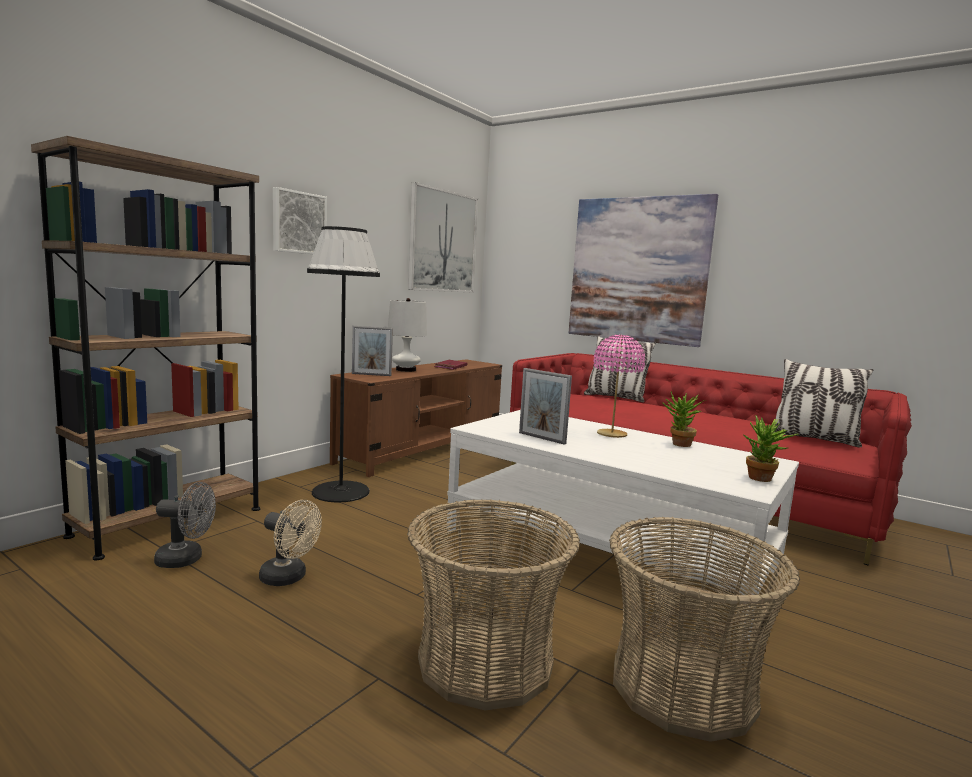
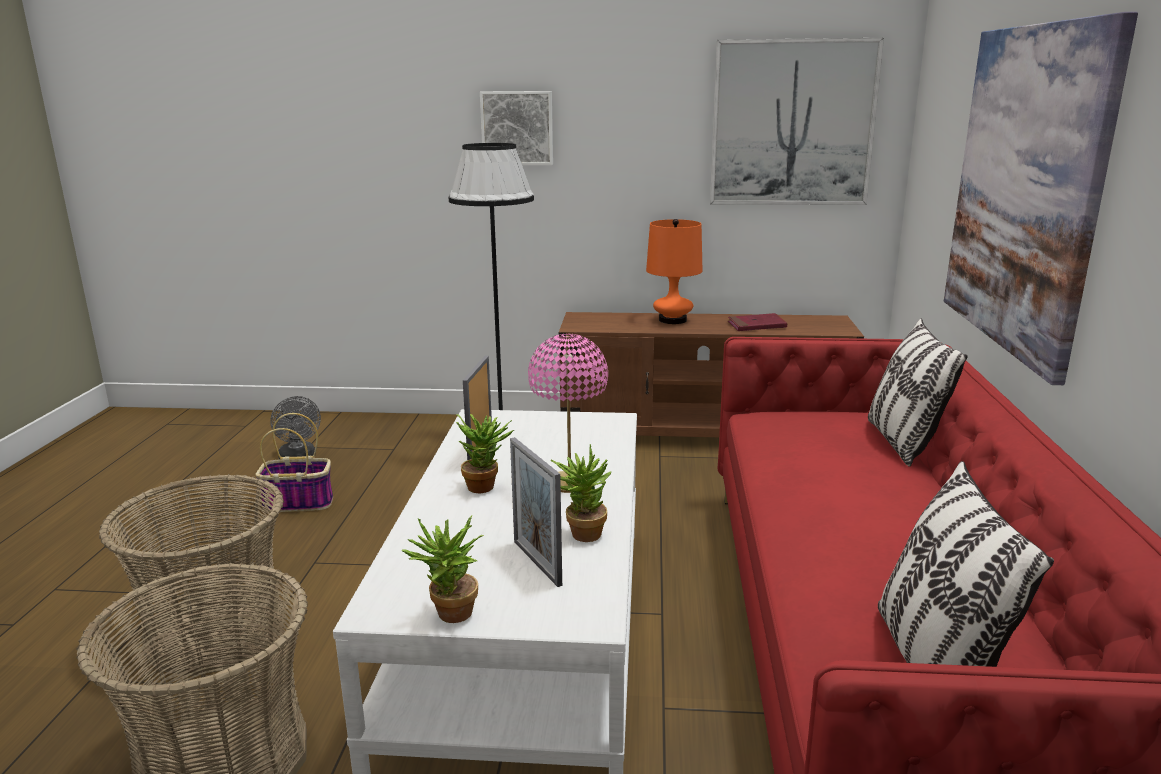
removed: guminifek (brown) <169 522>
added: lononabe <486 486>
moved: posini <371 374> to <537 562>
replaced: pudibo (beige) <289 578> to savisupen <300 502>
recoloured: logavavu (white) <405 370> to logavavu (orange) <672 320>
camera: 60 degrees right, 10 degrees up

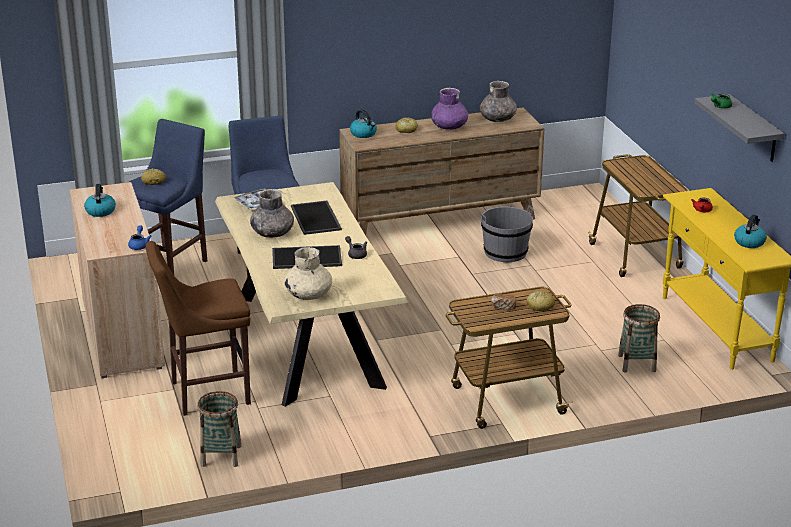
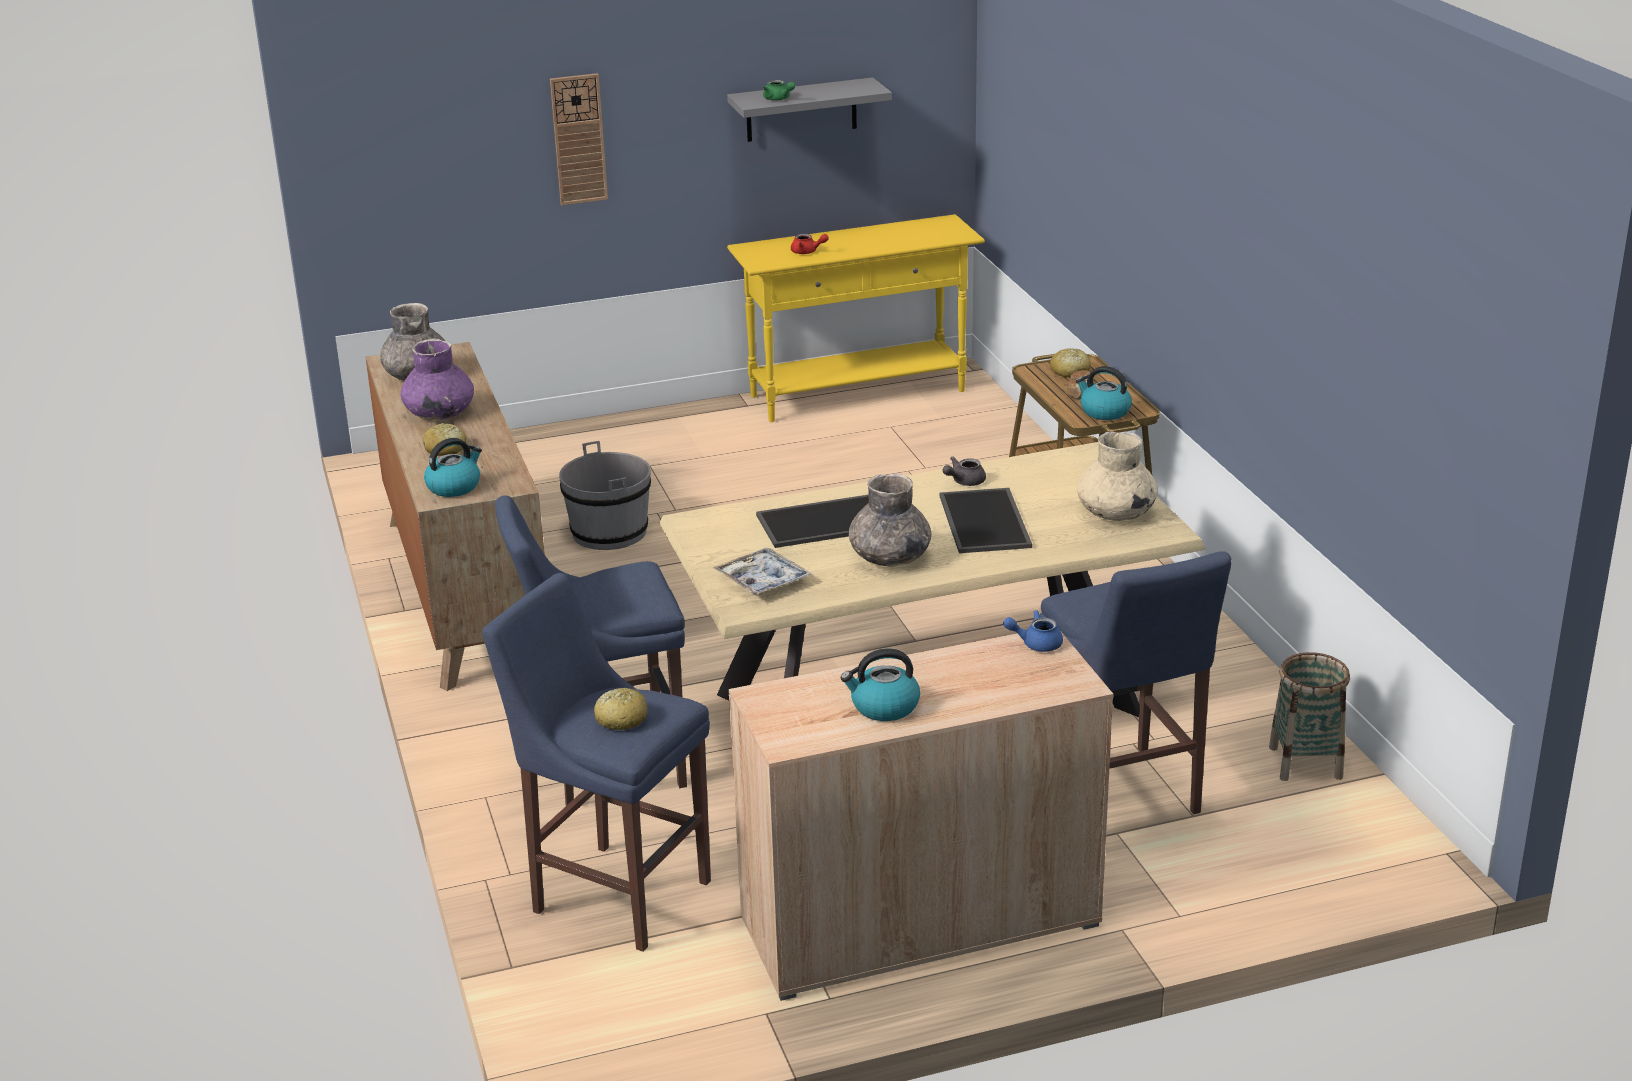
removed: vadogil <635 257>; savisupen <637 363>
added: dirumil <578 139>
moved: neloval <749 242> to <1104 411>
recoloured: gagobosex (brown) <205 393> to gagobosex (blue) <1122 796>
camera: 90 degrees left, 0 degrees up

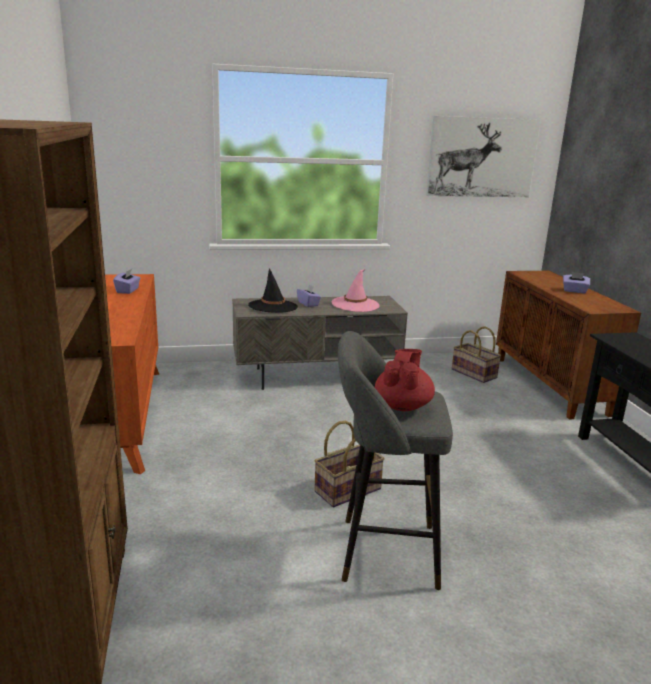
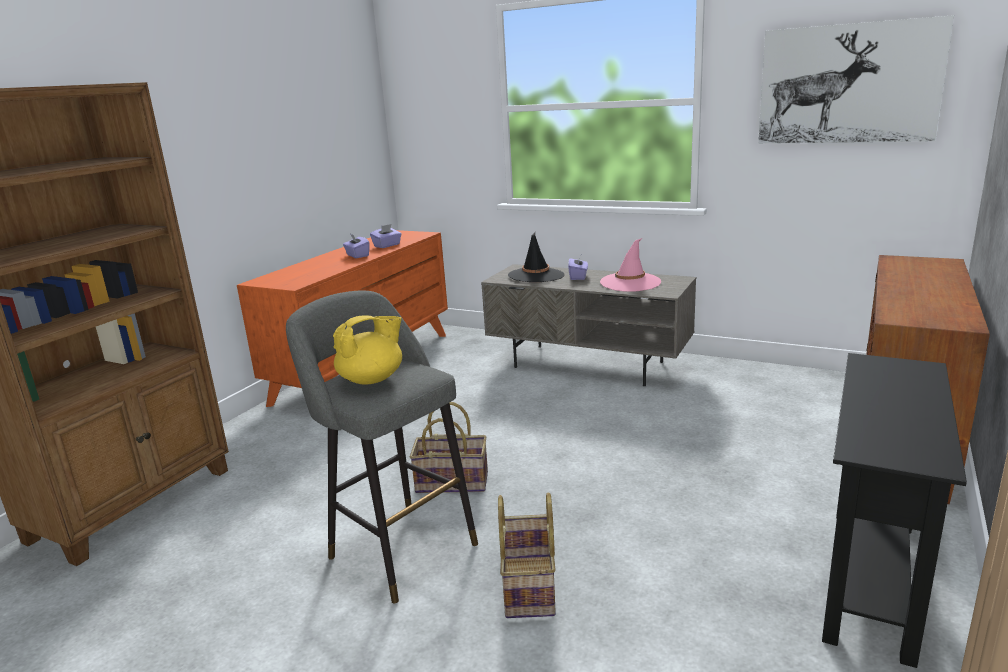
moved: savisupen <474 373> to <530 586>; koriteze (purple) <574 291> to <357 255>
recoloured: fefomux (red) <402 406> to fefomux (yellow) <372 379>
camera: 40 degrees right, 0 degrees up

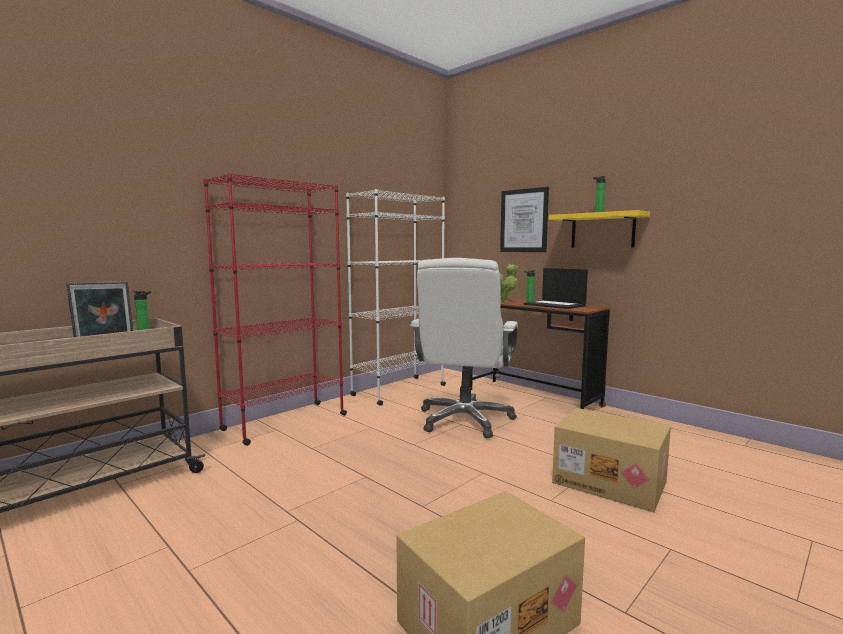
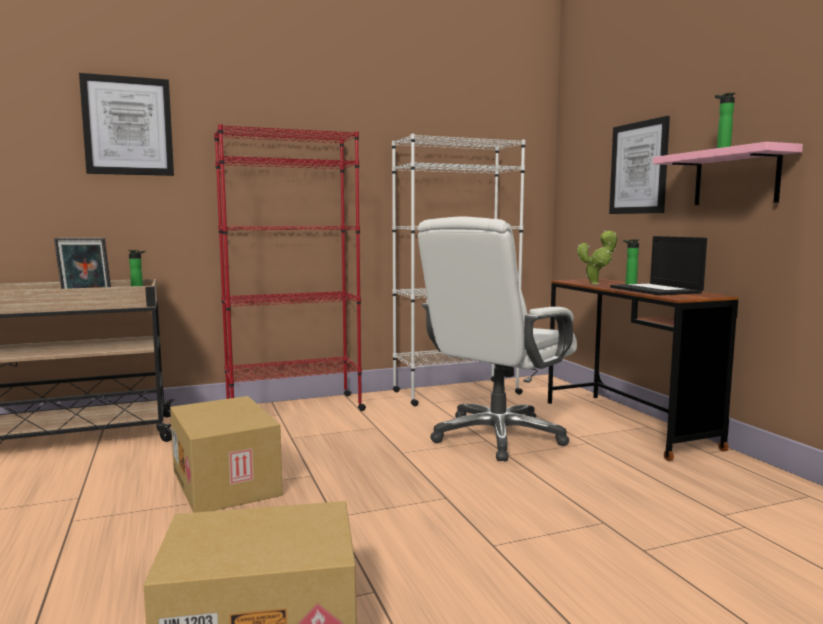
added: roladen <128 126>
moved: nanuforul <610 482> to <228 483>
recoloured: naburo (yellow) <602 230> to naburo (pink) <736 178>
camera: 25 degrees right, 0 degrees up

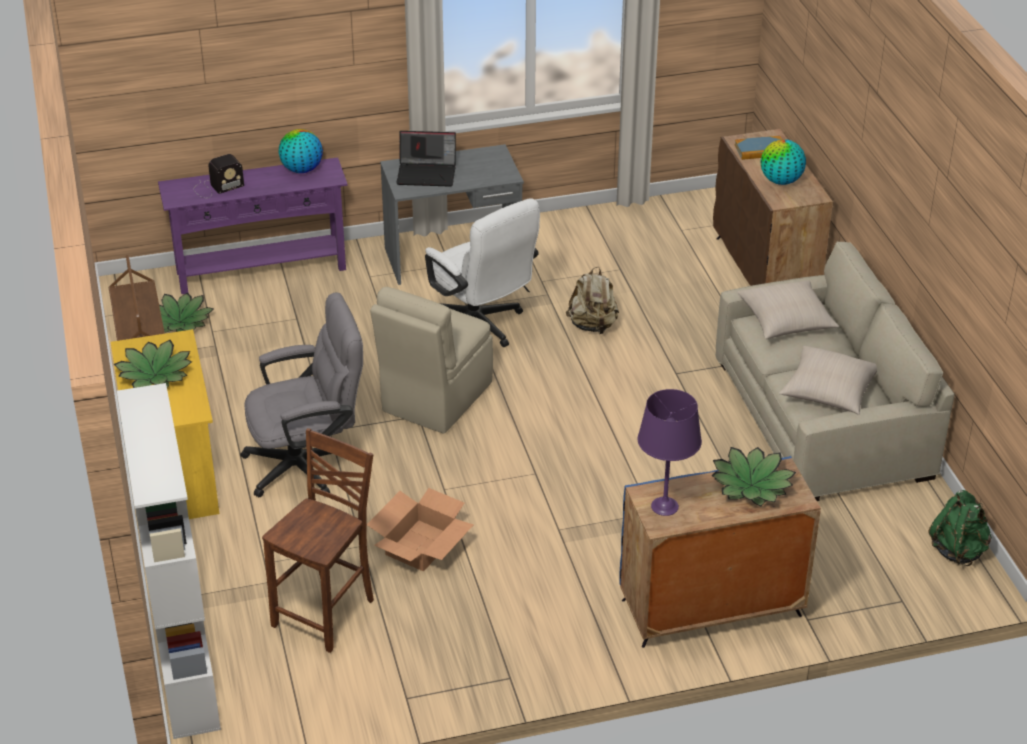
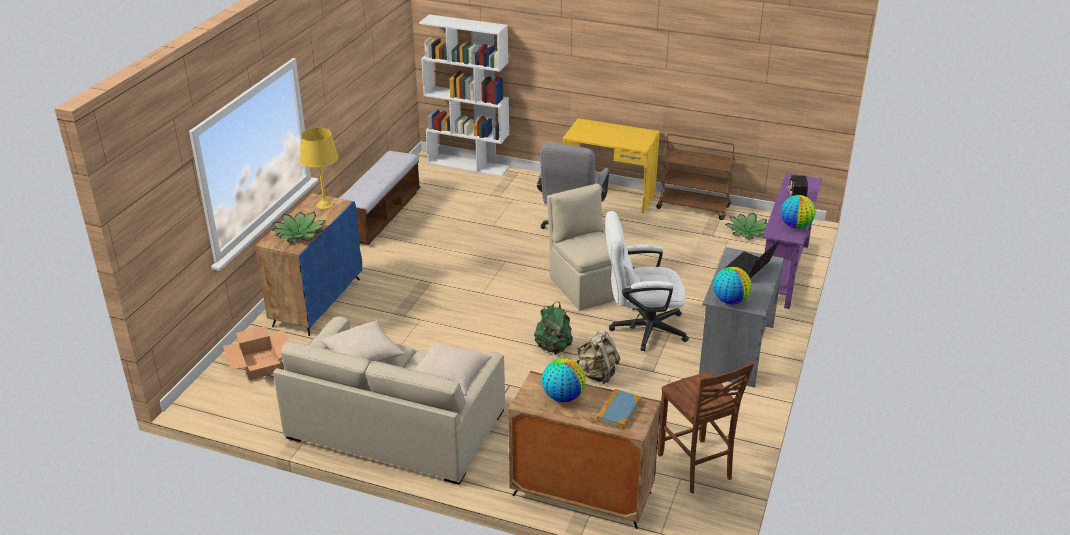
removed: lononabe <155 375>
added: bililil <380 215>; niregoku <730 301>
moved: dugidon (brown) <327 613> to <695 467>; nanuforul <421 545> to <260 364>; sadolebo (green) <958 550> to <553 347>
recoloured: logavavu (purple) <665 506> to logavavu (yellow) <324 205>
camera: 125 degrees right, 5 degrees down

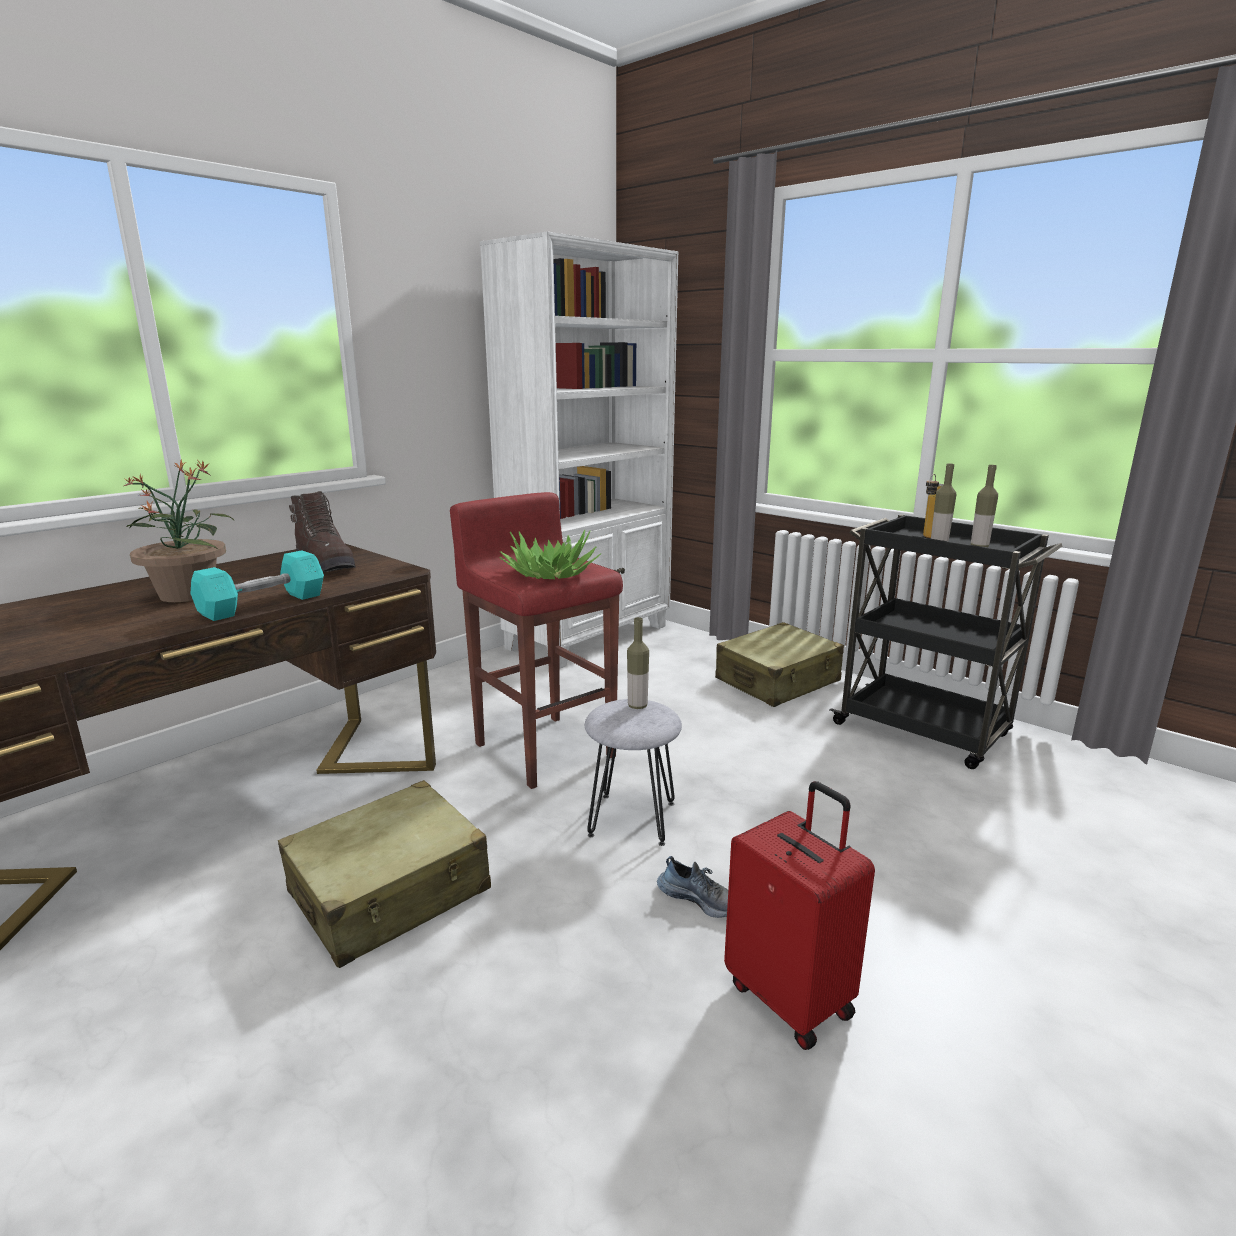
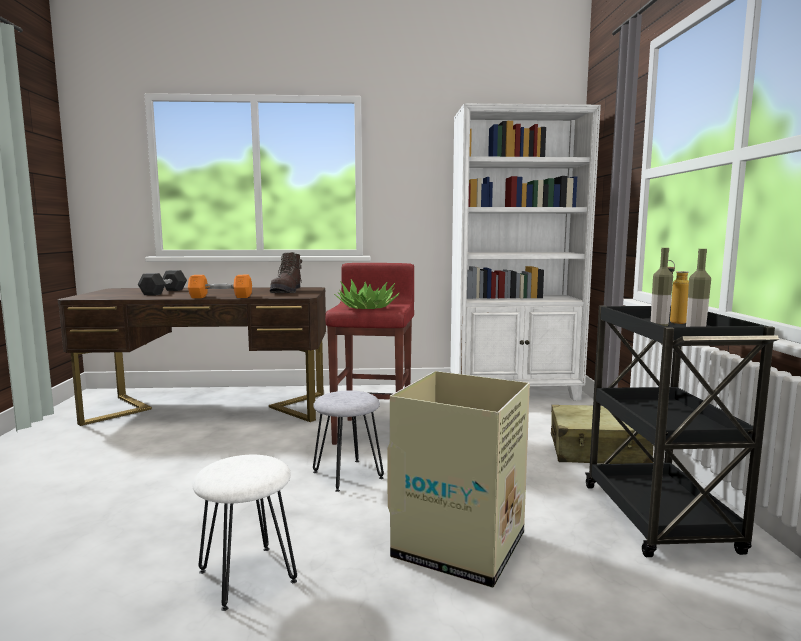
removed: lononabe <188 594>; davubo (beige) <390 892>; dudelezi <637 706>; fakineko <699 898>
added: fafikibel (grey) <164 292>; nanuforul <461 545>
replaced: davubo (red) <791 997> to gagobosex (white) <247 577>
recoloured: fafikibel (turquoise) <263 605> to fafikibel (orange) <221 297>
camera: 45 degrees right, 10 degrees down

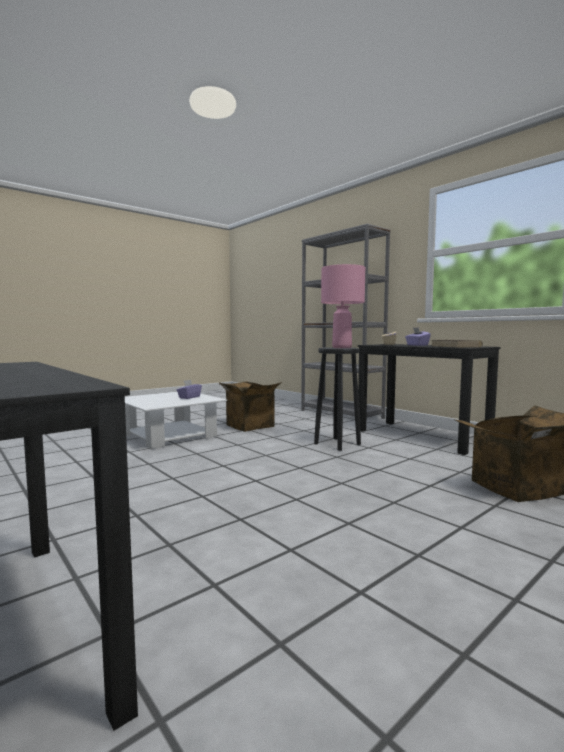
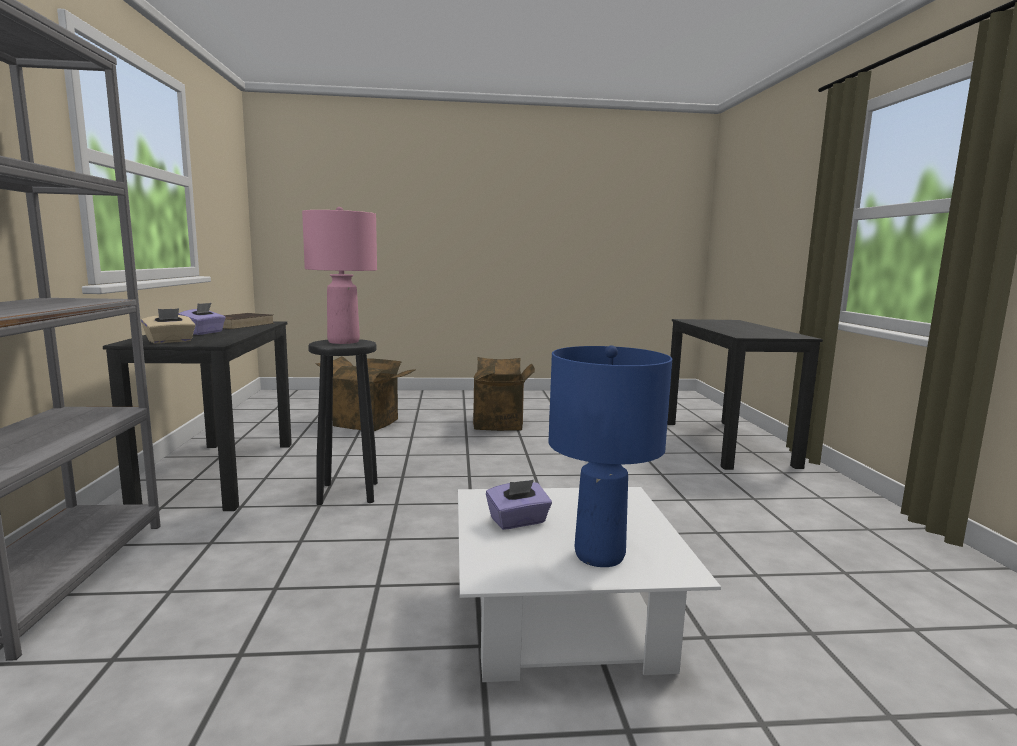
added: logavavu (blue) <599 556>
moved: nanuforul <247 426> to <501 424>
camera: 145 degrees left, 5 degrees up

